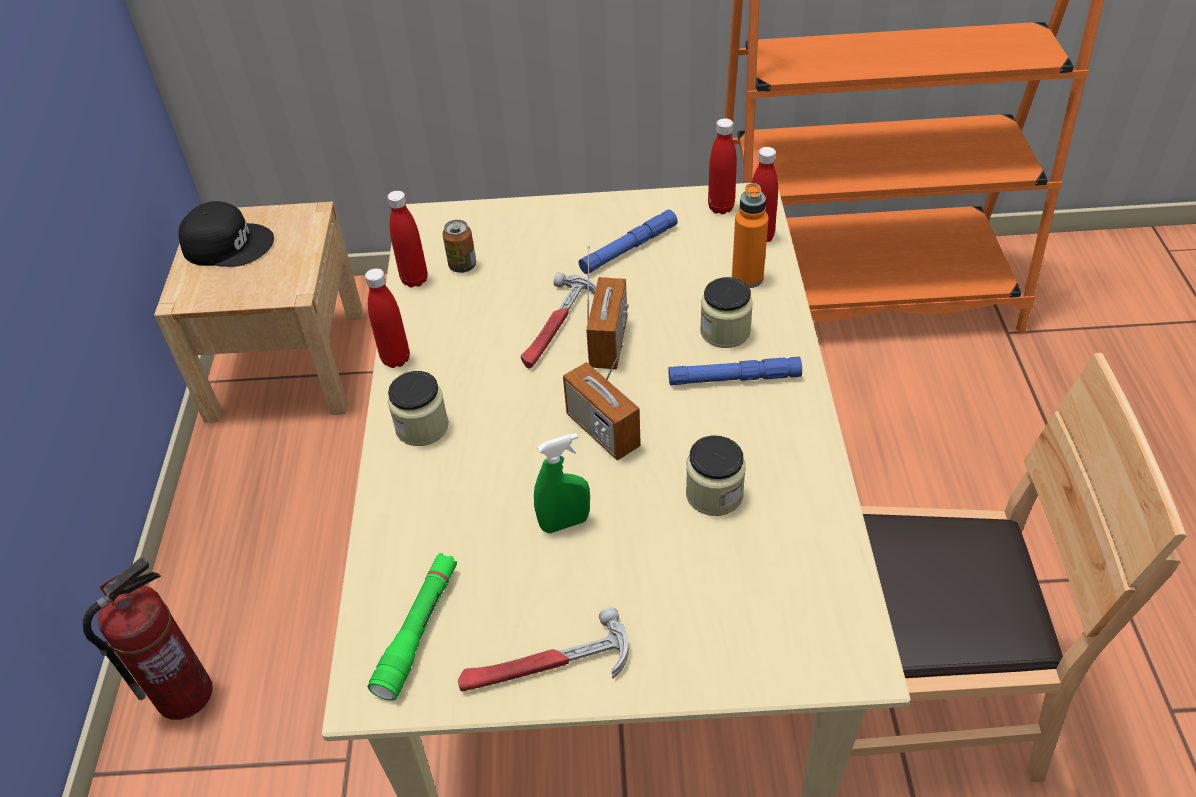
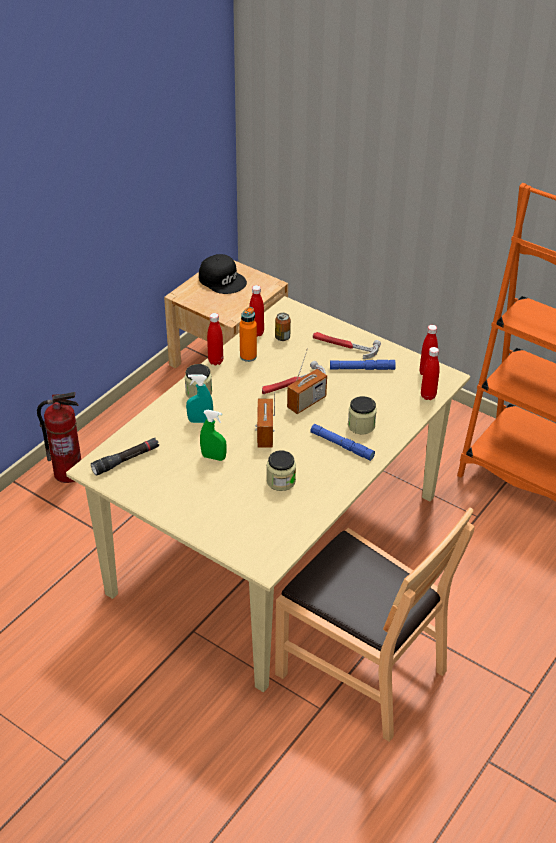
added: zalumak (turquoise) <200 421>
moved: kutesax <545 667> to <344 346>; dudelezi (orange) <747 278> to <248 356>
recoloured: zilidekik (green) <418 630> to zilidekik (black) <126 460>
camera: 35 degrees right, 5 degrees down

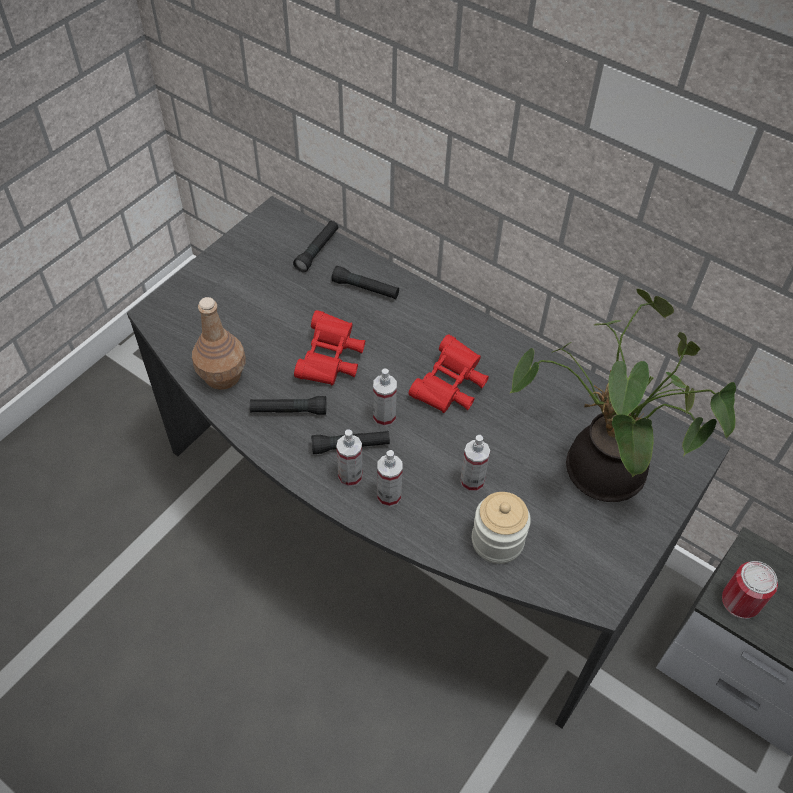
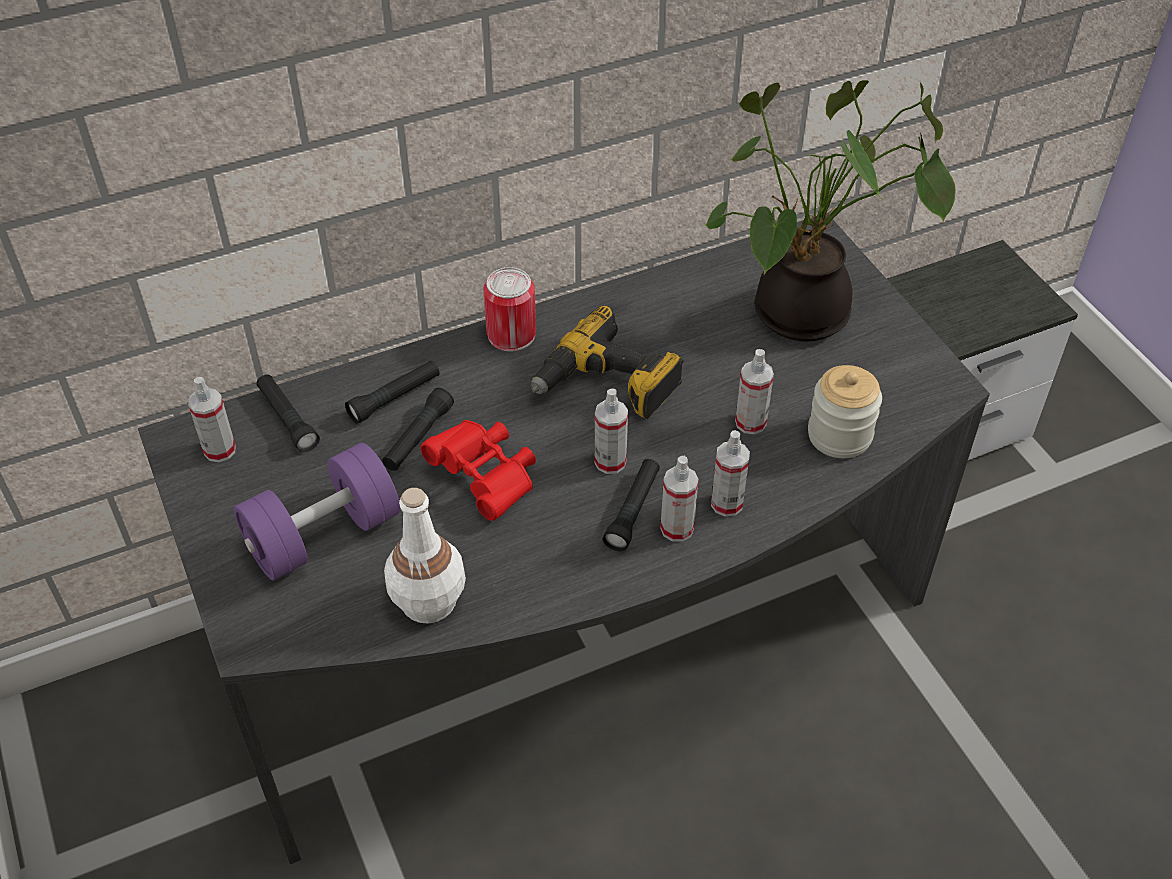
added: zalumak <219 450>; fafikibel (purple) <323 535>
moved: zilidekik (black) <289 411> to <418 438>; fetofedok <740 601> to <511 334>
replaced: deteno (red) <450 387> to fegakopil <607 385>
recoloured: dudelezi (brown) <222 375> to dudelezi (white) <427 601>
camera: 60 degrees left, 5 degrees down

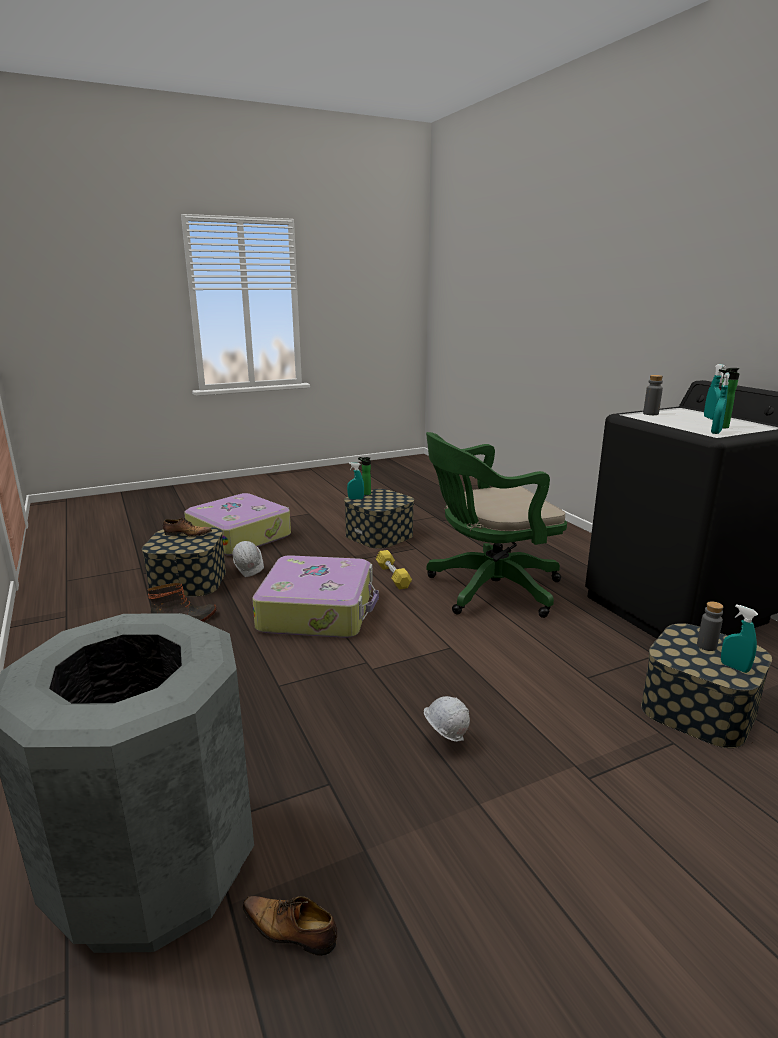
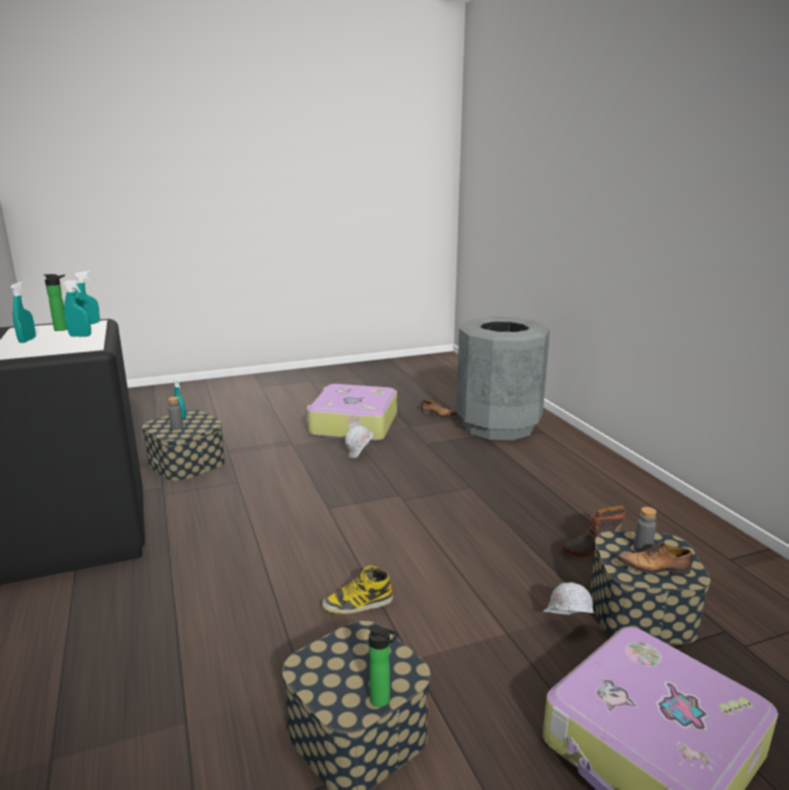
removed: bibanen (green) <487 590>
moved: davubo <318 611> to <352 424>; zalumak (turquoise) <355 499> to <80 336>; dudelezi (grey) <650 414> to <642 549>
replaced: fafikibel (yellow) <393 576> to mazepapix <358 604>
camera: 175 degrees left, 0 degrees up

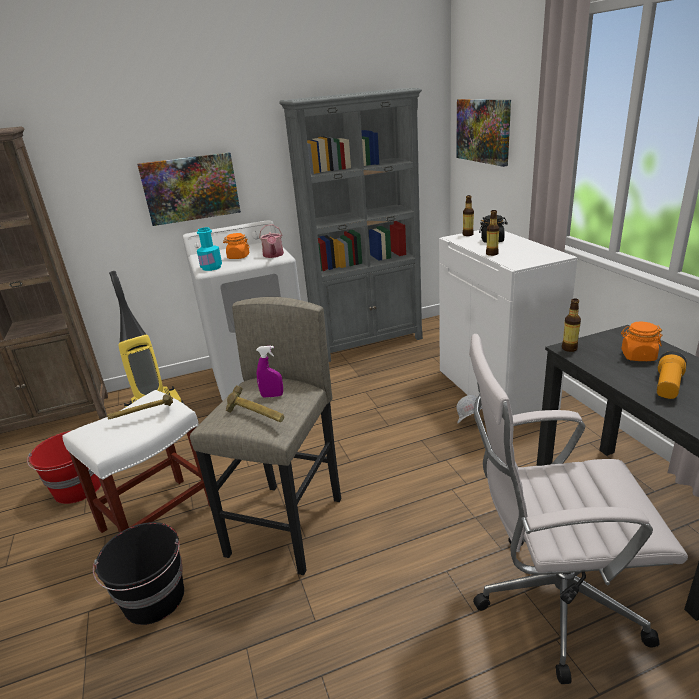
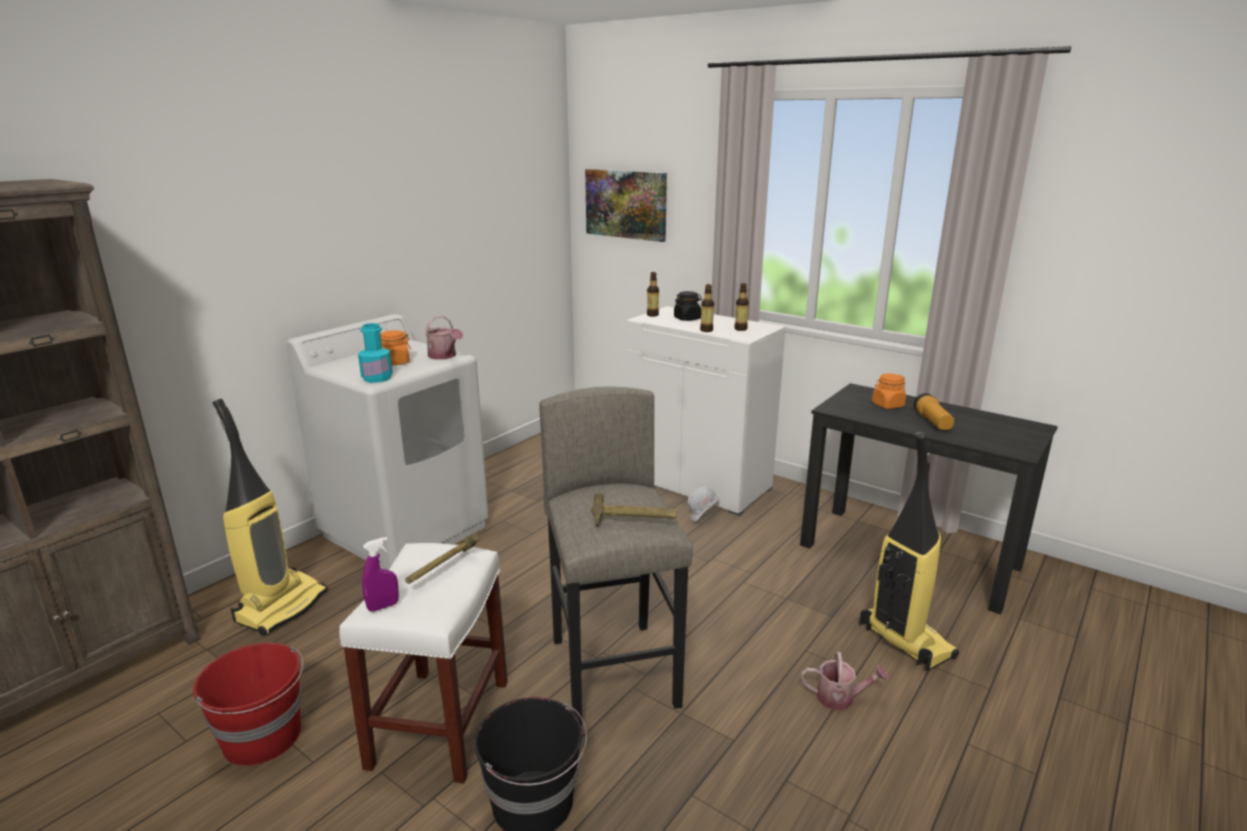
removed: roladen <190 188>; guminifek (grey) <368 342>
added: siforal <840 698>
moved: zalumak (purple) <272 396> to <383 606>; dudelezi <569 348> to <740 329>
replaced: bibanen (white) <550 602> to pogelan <904 641>
camera: 35 degrees left, 5 degrees down

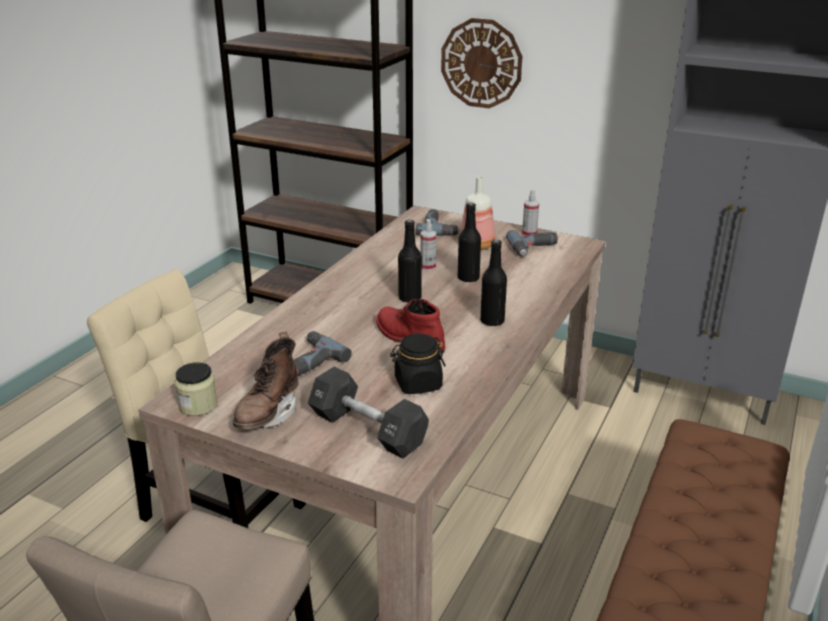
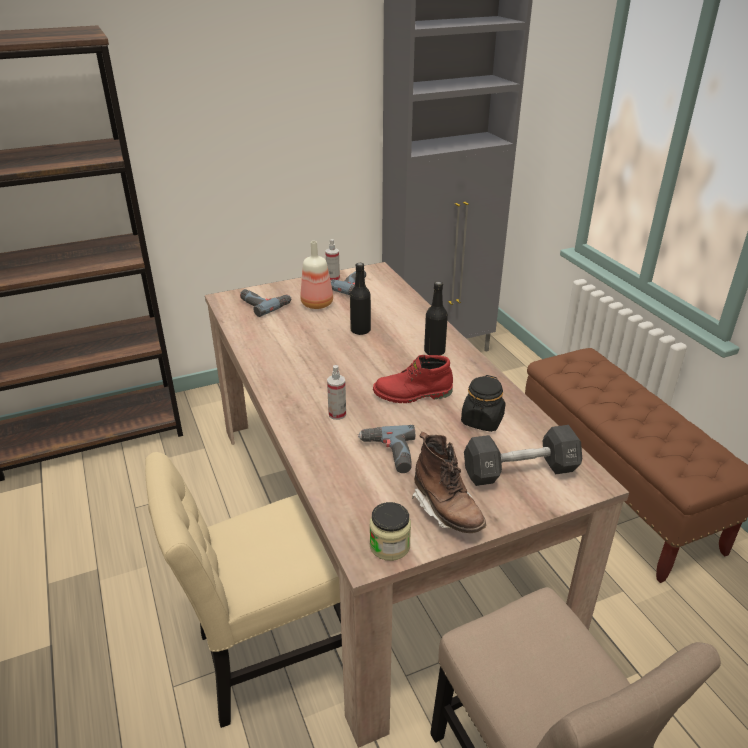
removed: dudelezi (black) <409 298>; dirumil <481 63>
moved: zalumak <428 267> to <337 414>
camera: 50 degrees left, 5 degrees up

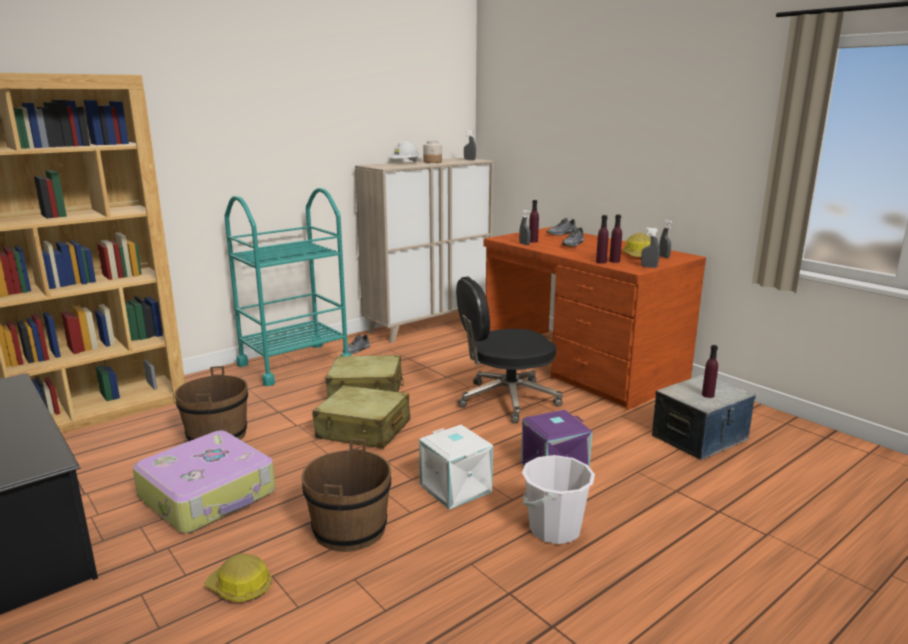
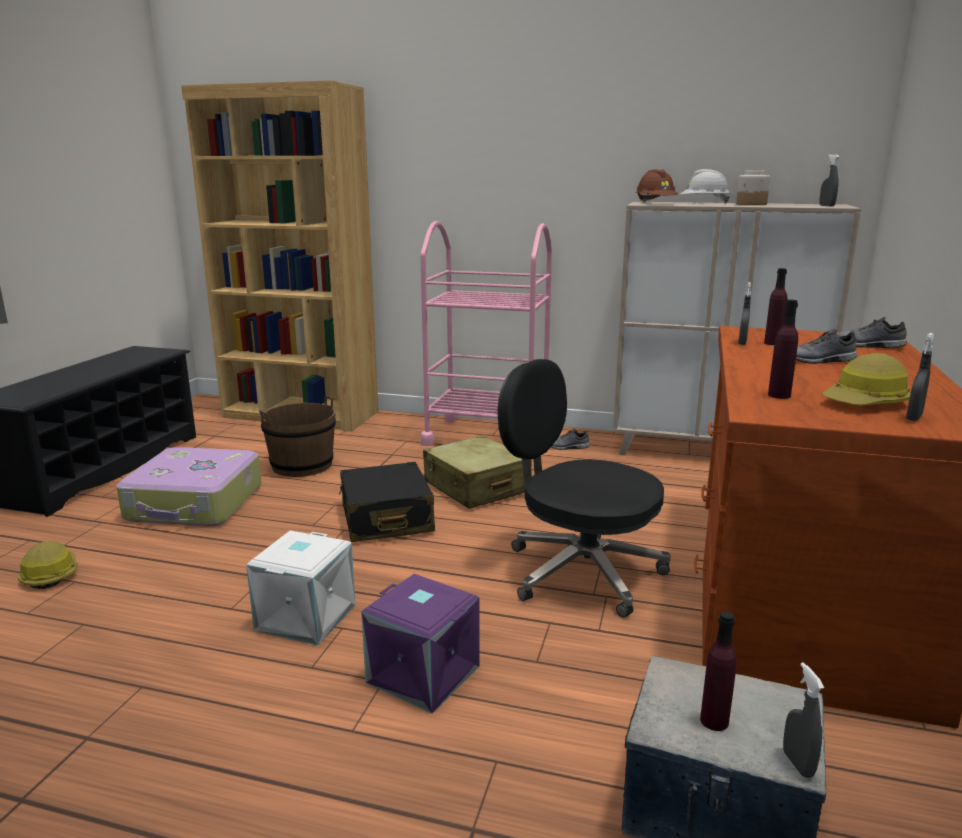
removed: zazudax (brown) <349 529>; zazudax (white) <554 529>; dudelezi (purple) <601 262>
added: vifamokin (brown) <655 203>
moved: zalumak (grey) <649 267> to <798 764>
recoloured: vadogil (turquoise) <294 363> to vadogil (pink) <487 436>; davubo (beige) <363 430> to davubo (black) <386 519>
camera: 55 degrees right, 0 degrees up

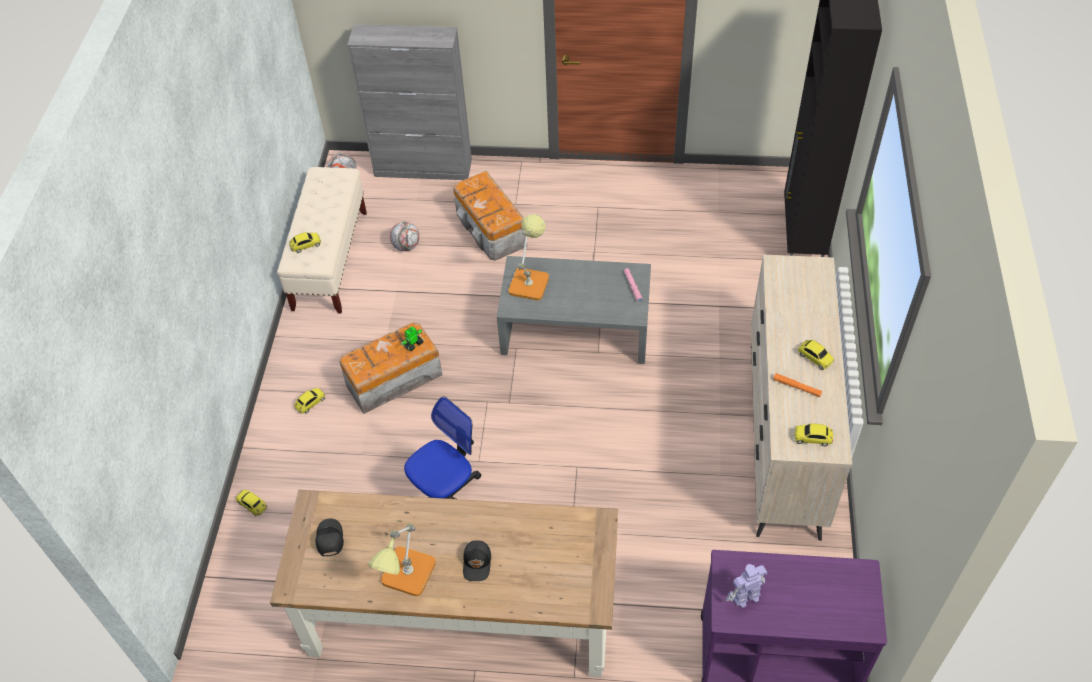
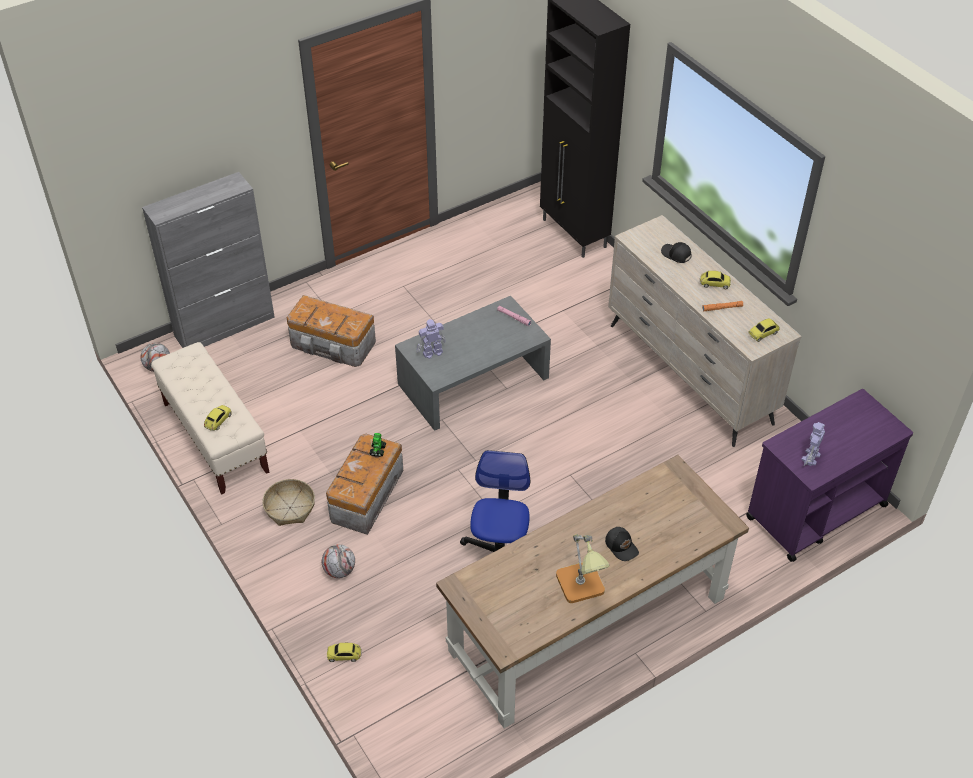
removed: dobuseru <310 403>
added: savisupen <290 508>
moved: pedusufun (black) <329 539> to <676 255>; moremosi <406 246> to <339 570>
replaced: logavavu <530 280> to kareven <432 352>
camera: 40 degrees left, 5 degrees down

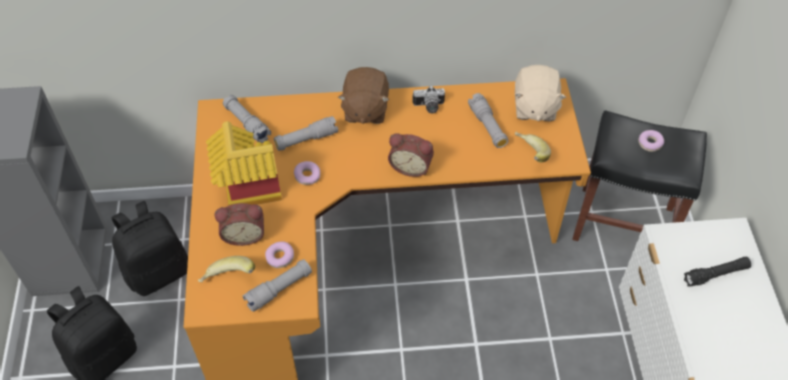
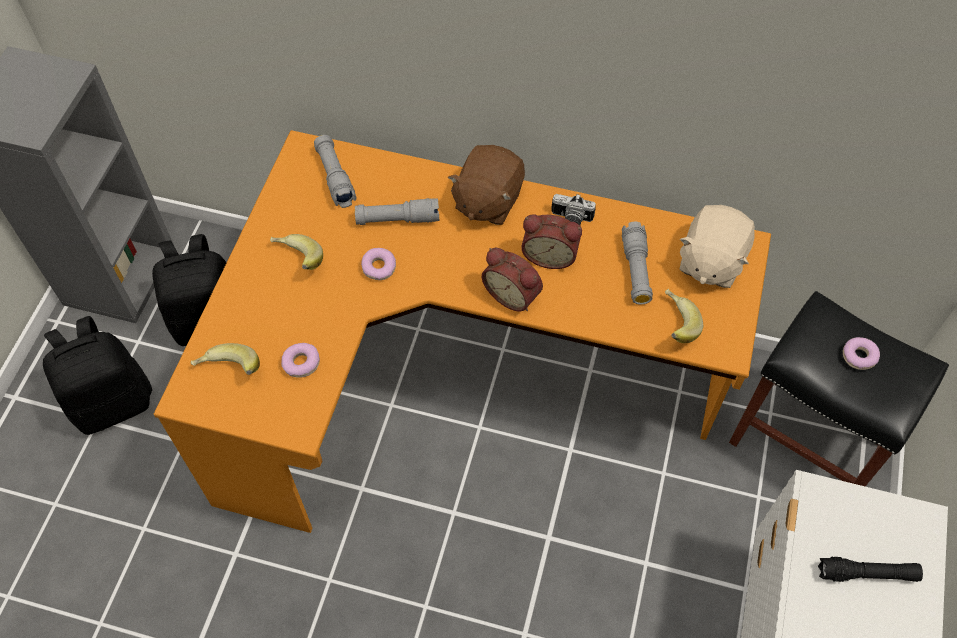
removed: zilidekik (grey) <279 289>
moved: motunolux <244 234> to <550 255>
replaced: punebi <245 189> to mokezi <297 261>
camera: 20 degrees right, 5 degrees up

